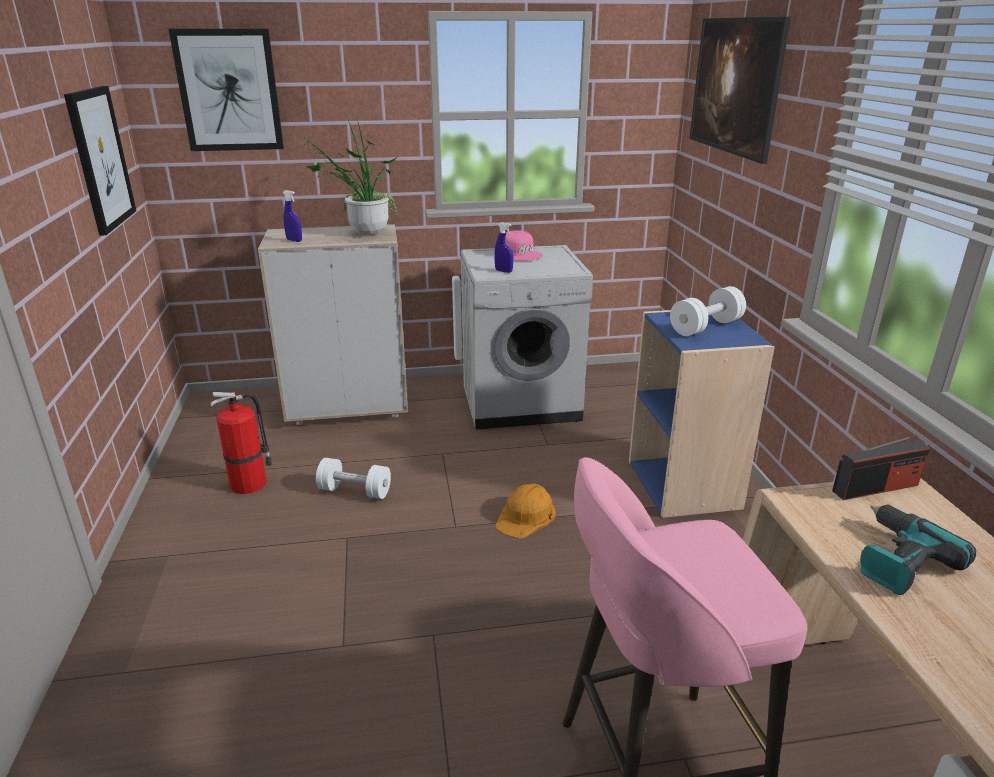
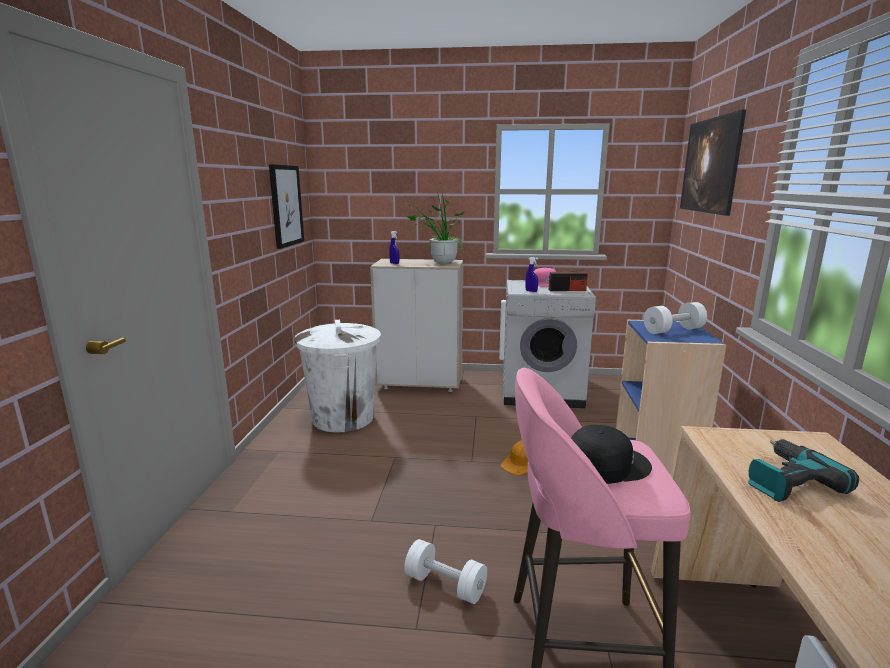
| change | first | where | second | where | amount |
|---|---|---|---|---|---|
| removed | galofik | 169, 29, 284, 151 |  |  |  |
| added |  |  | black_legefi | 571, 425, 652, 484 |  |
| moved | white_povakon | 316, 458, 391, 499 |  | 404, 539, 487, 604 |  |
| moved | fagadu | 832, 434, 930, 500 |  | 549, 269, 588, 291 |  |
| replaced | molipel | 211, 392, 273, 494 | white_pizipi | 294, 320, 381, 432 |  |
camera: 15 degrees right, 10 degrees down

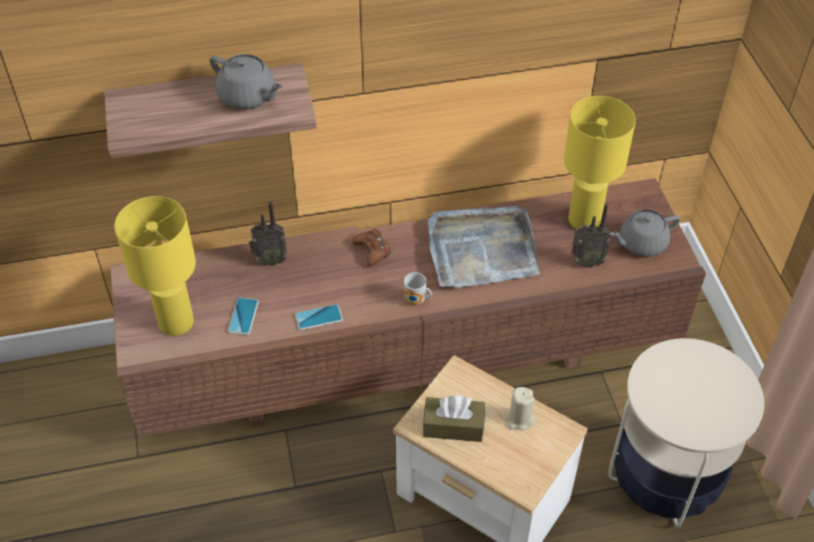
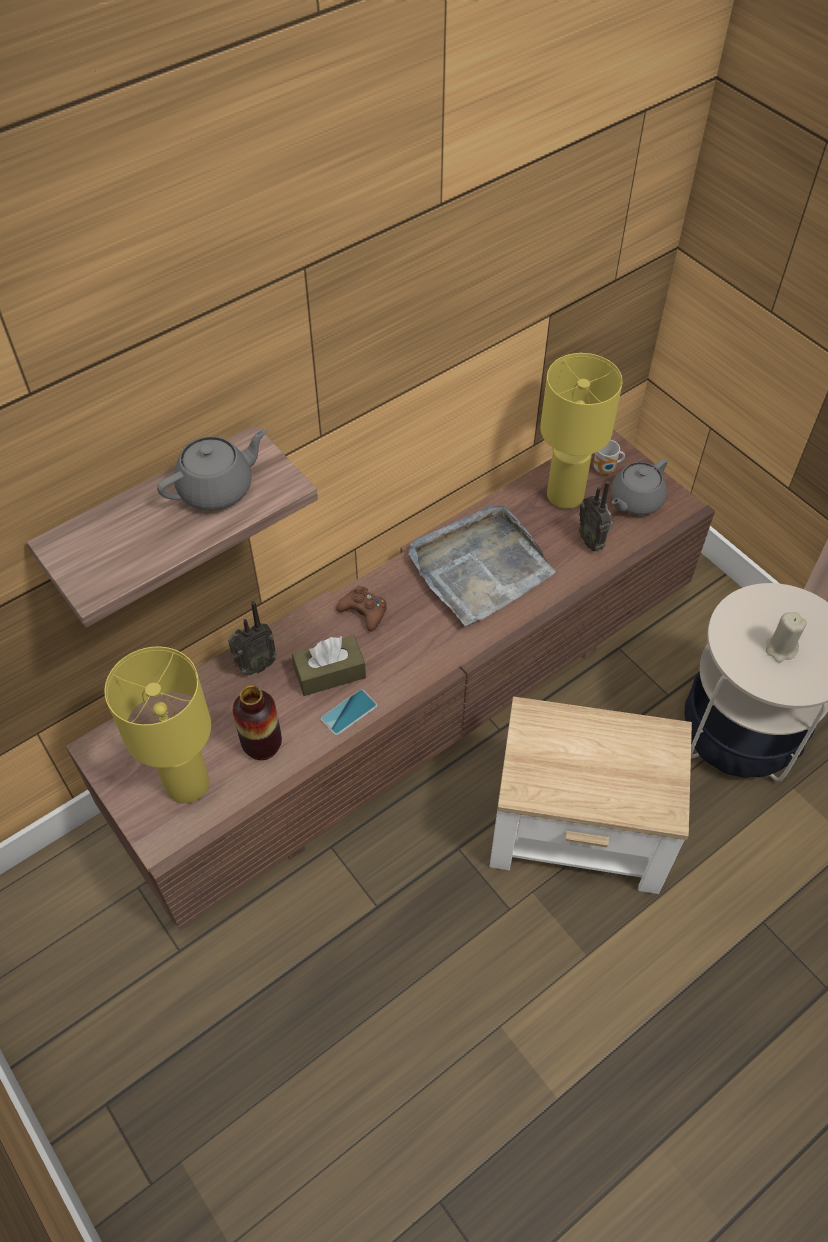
| change | first | where | second | where | amount |
|---|---|---|---|---|---|
| moved | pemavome | 404, 272, 432, 305 |  | 594, 440, 625, 474 |  |
| moved | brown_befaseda | 423, 396, 485, 442 |  | 292, 636, 366, 696 |  |
| moved | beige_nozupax | 505, 387, 535, 430 |  | 766, 612, 807, 663 |  |
| replaced | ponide | 228, 298, 259, 335 | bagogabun | 233, 685, 282, 760 |  |
| turned | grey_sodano | 210, 54, 283, 110 |  | 157, 429, 267, 510 | 45 degrees counterclockwise |
| turned | fagadu | 571, 204, 611, 268 |  | 578, 481, 614, 551 | 90 degrees clockwise |
camera: 25 degrees left, 5 degrees up

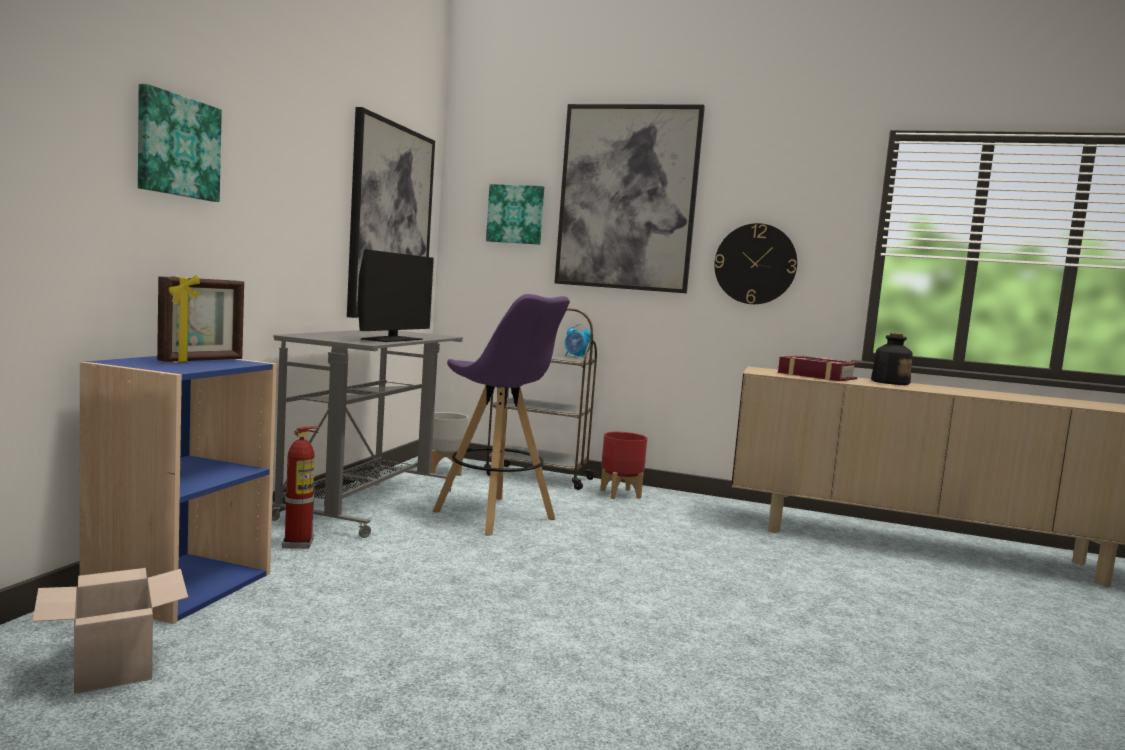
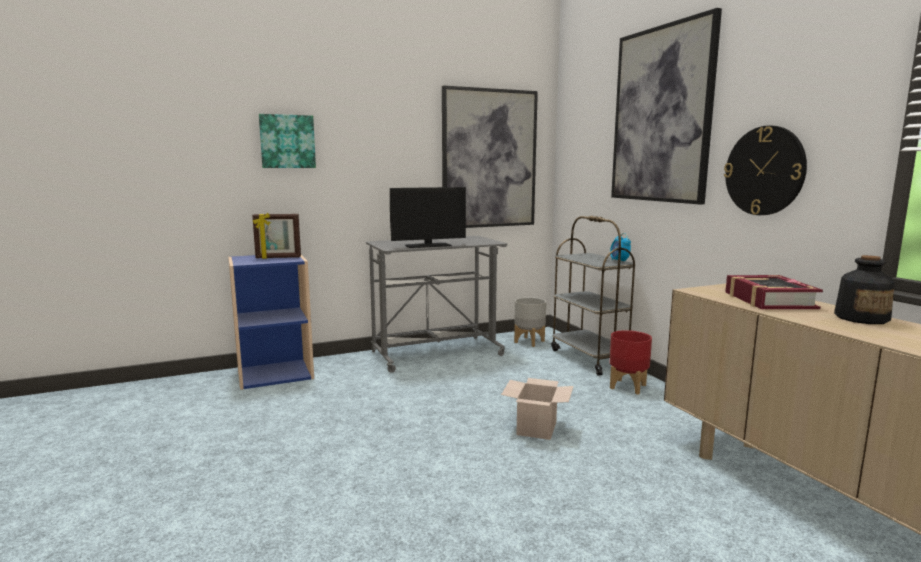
| change | first | where | second | where | amount |
|---|---|---|---|---|---|
| removed | molipel | 282, 426, 319, 549 |  |  |  |
| removed | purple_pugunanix | 433, 294, 570, 536 |  |  |  |
| removed | galofik | 486, 184, 544, 245 |  |  |  |
| moved | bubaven | 32, 568, 188, 694 |  | 501, 378, 574, 440 |  |
camera: 50 degrees right, 5 degrees up

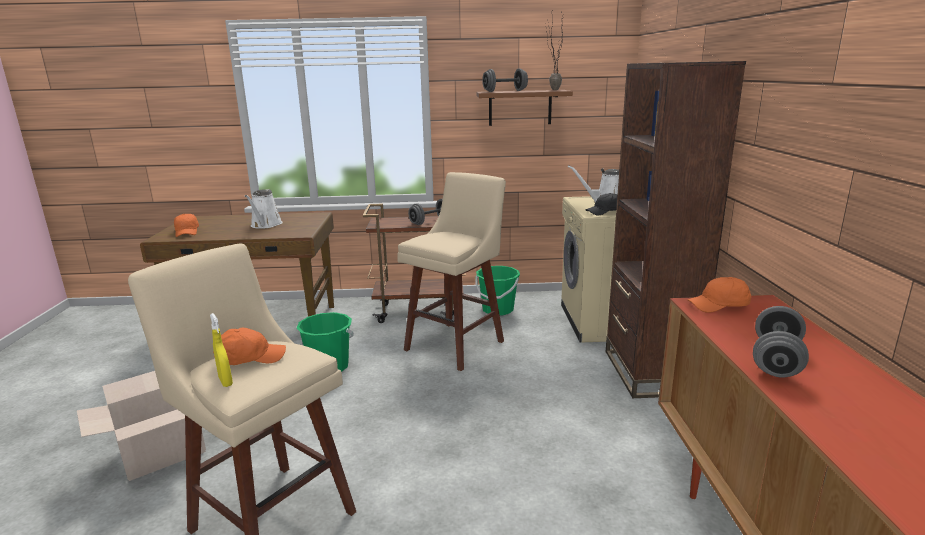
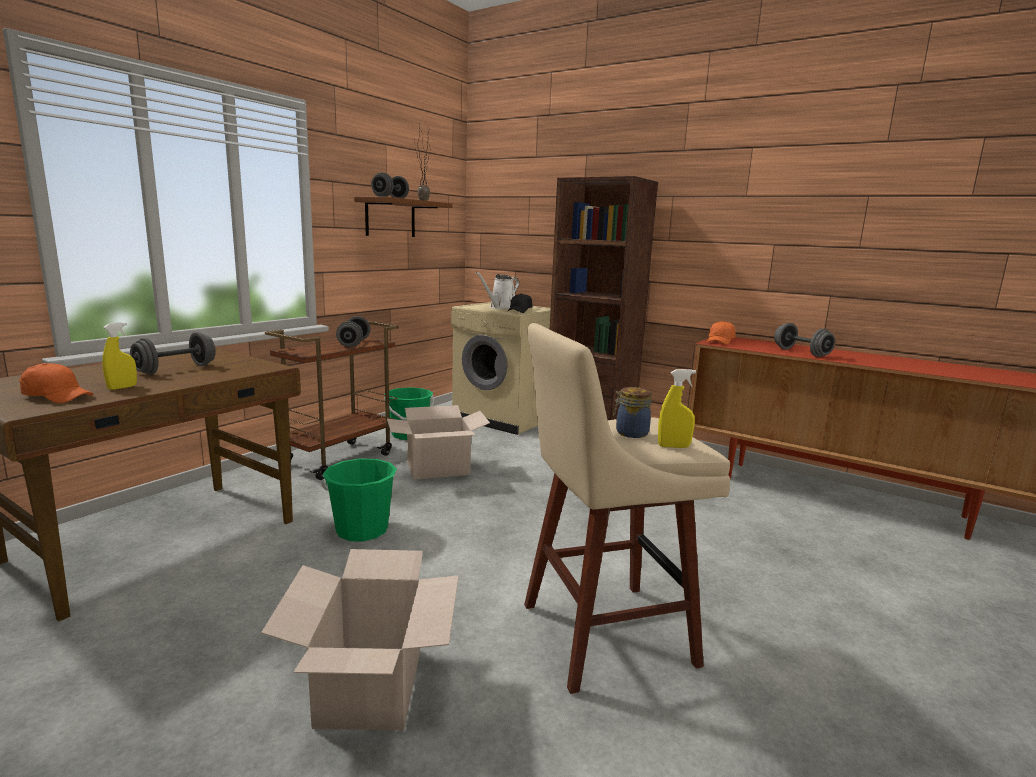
| change | first | where | second | where | amount |
|---|---|---|---|---|---|
| added |  |  | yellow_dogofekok | 102, 322, 137, 390 |  |
| replaced | orange_legefi | 213, 328, 286, 365 | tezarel | 613, 387, 652, 438 |  |
| replaced | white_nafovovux | 245, 189, 283, 229 | grey_povakon | 130, 332, 216, 374 |  |
| replaced | beige_pugunanix | 397, 172, 506, 371 | bubaven | 387, 405, 490, 480 |  |
camera: 55 degrees left, 5 degrees down

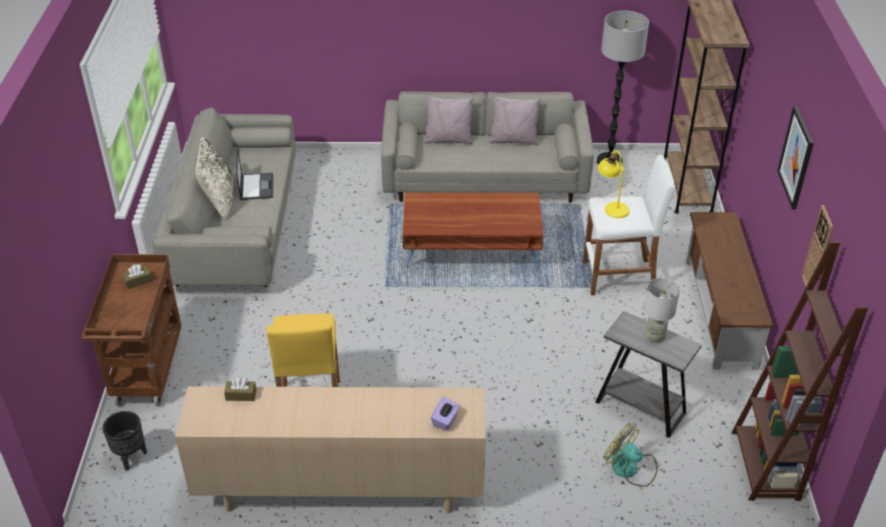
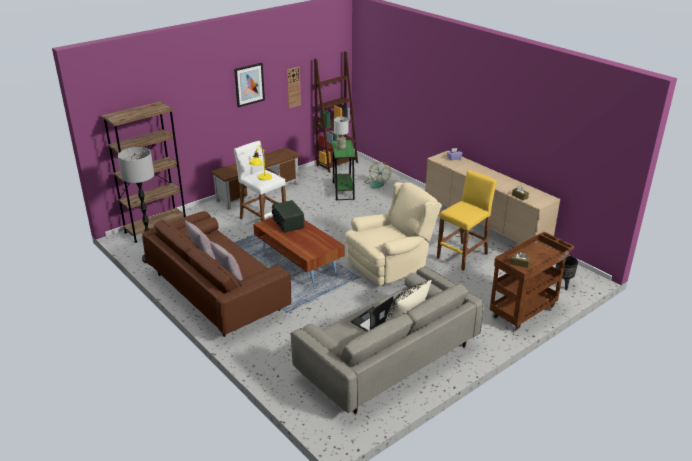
| change | first | where | second | where | amount |
|---|---|---|---|---|---|
| added |  |  | fagadu | 272, 200, 304, 233 |  |
| added |  |  | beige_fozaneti | 345, 182, 442, 286 |  |
| recoloured | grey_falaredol | 381, 91, 594, 203 | brown_falaredol | 142, 211, 291, 337 |  |
| recoloured | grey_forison | 596, 311, 702, 438 | green_forison | 332, 140, 356, 200 |  |
camera: 130 degrees left, 10 degrees down

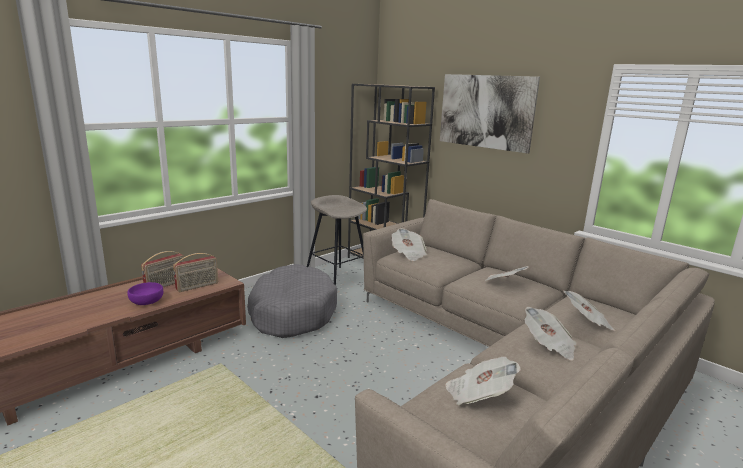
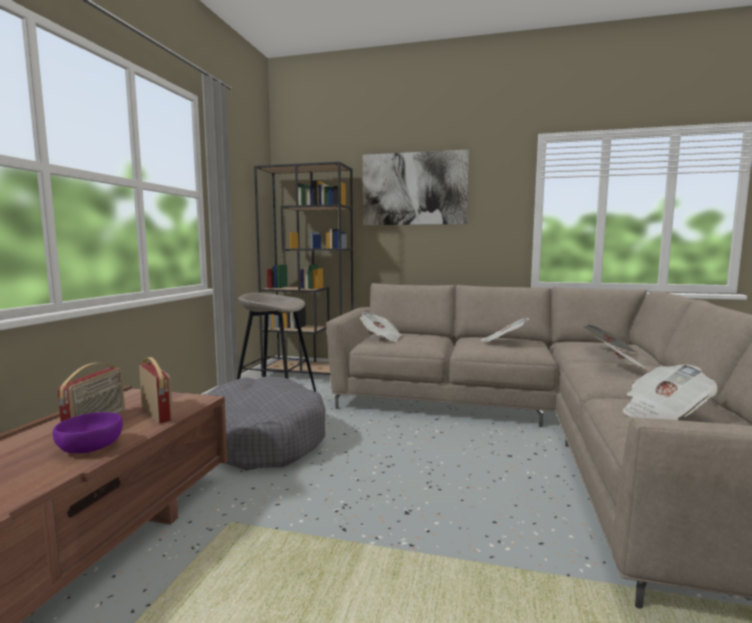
| change | first | where | second | where | amount |
|---|---|---|---|---|---|
| turned | fagadu | 173, 253, 218, 292 |  | 139, 357, 173, 424 | 60 degrees counterclockwise |
camera: 30 degrees left, 10 degrees down

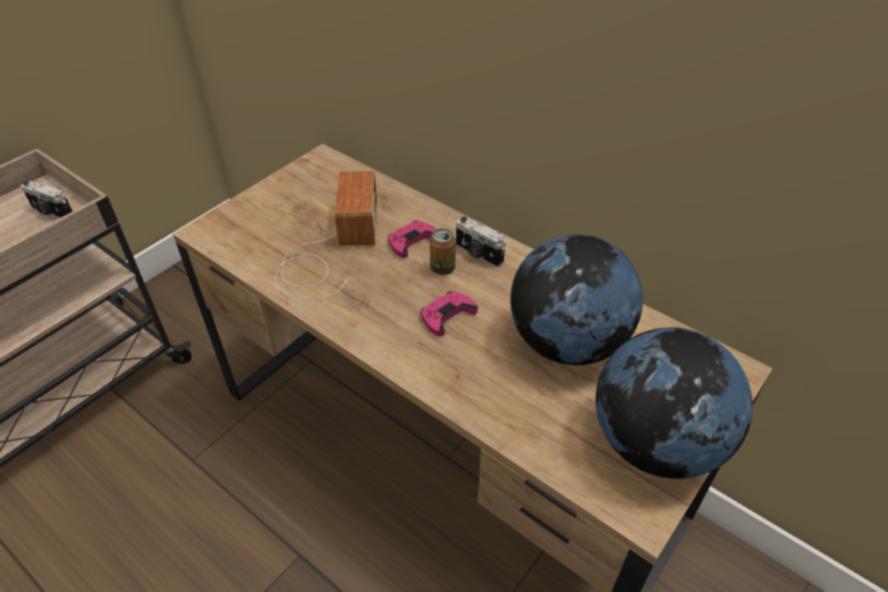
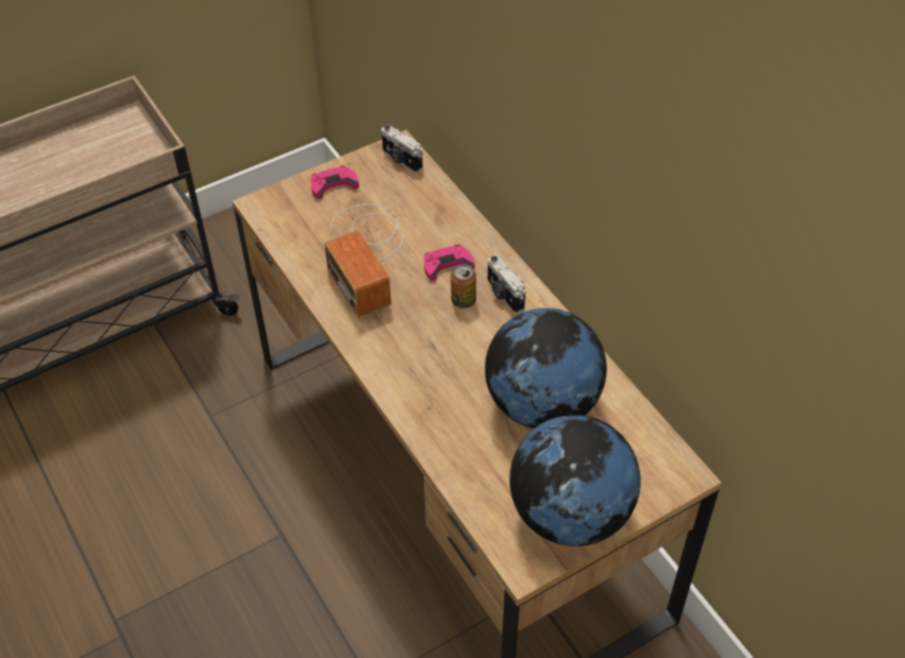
| change | first | where | second | where | amount |
|---|---|---|---|---|---|
| moved | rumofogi | 21, 180, 73, 218 |  | 381, 125, 423, 173 |  |
| moved | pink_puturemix | 420, 291, 478, 336 |  | 311, 166, 359, 199 |  |
| turned | fagadu | 275, 171, 377, 300 |  | 324, 204, 403, 317 | 135 degrees clockwise |
camera: 20 degrees right, 5 degrees up

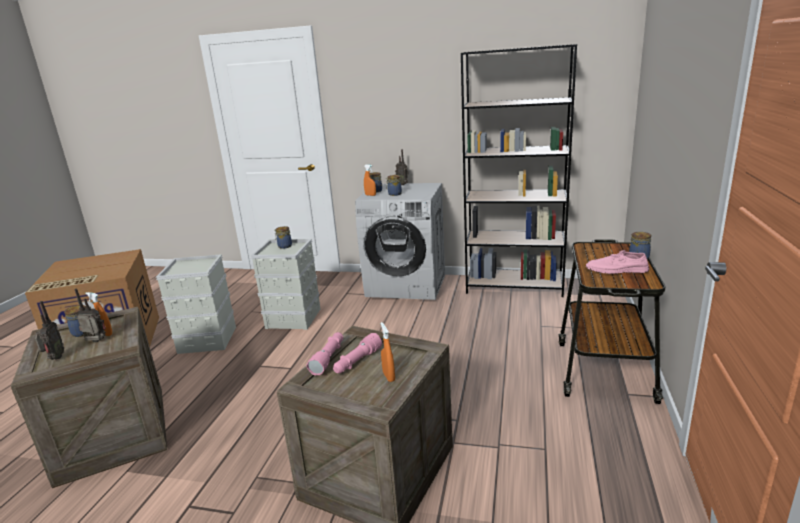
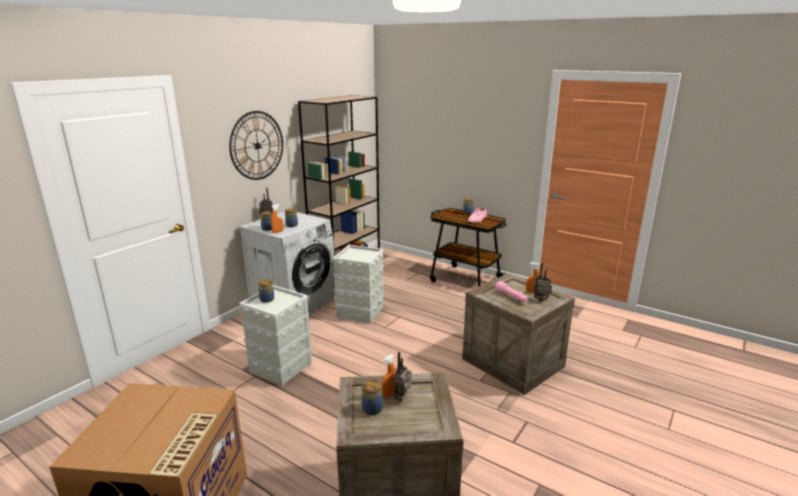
| change | first | where | second | where | amount |
|---|---|---|---|---|---|
| removed | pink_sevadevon | 307, 332, 343, 376 |  |  |  |
| added |  |  | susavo | 229, 111, 283, 180 |  |
| moved | fagadu | 35, 301, 64, 360 |  | 534, 262, 552, 301 |  |
| moved | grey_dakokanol | 156, 254, 236, 354 |  | 333, 245, 384, 324 |  |
camera: 70 degrees left, 0 degrees up

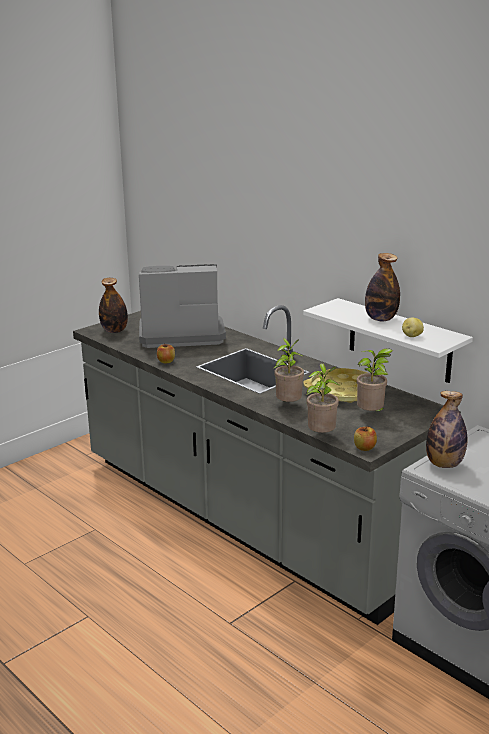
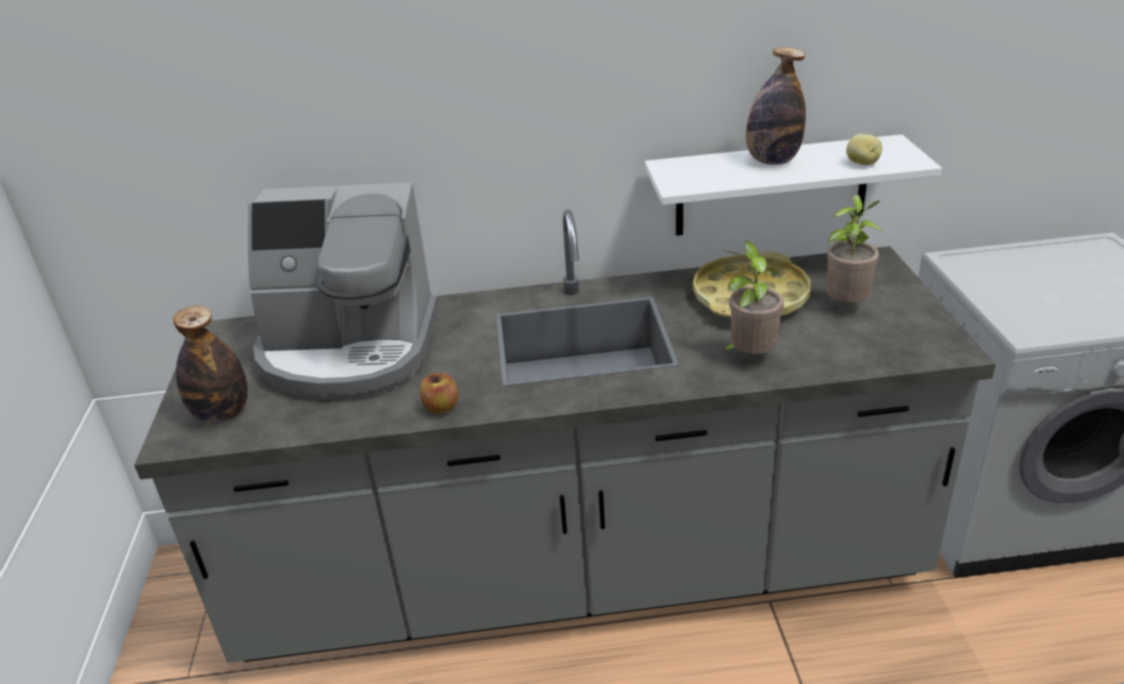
| change | first | where | second | where | amount |
|---|---|---|---|---|---|
| removed | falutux | 306, 363, 340, 433 |  |  |  |
| removed | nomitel | 354, 426, 377, 451 |  |  |  |
| removed | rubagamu | 426, 391, 467, 468 |  |  |  |
| turned | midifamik | 139, 264, 226, 348 |  | 248, 182, 438, 400 | 120 degrees counterclockwise |
camera: 50 degrees left, 10 degrees up

